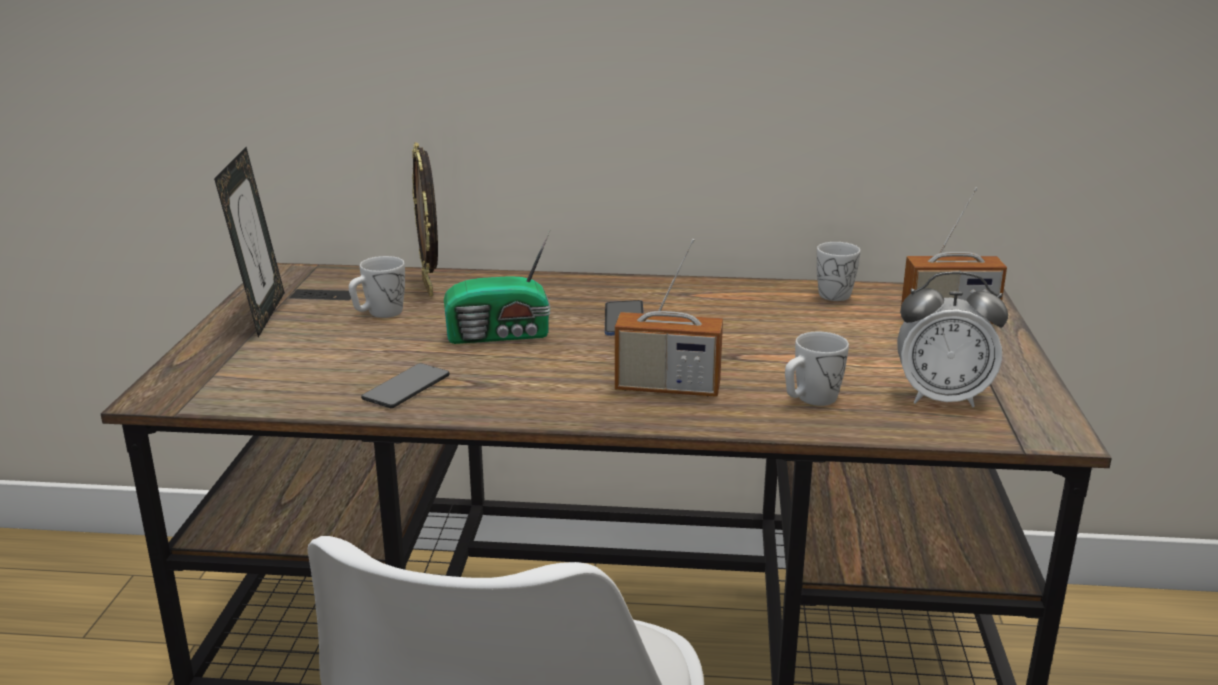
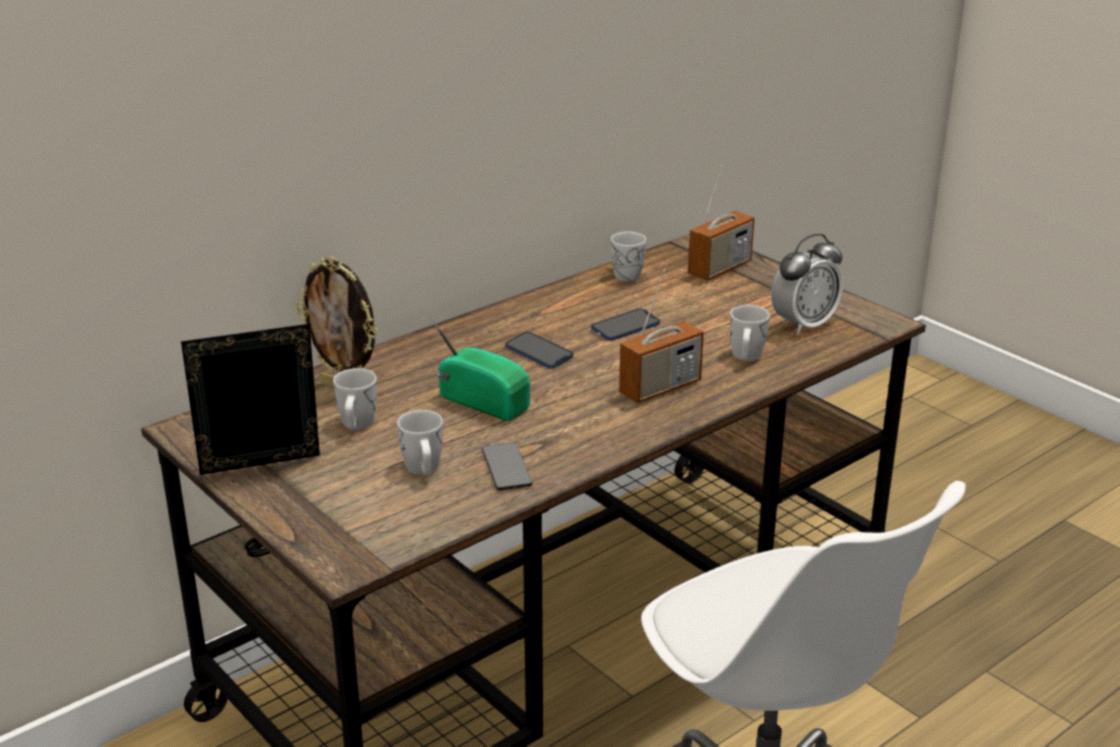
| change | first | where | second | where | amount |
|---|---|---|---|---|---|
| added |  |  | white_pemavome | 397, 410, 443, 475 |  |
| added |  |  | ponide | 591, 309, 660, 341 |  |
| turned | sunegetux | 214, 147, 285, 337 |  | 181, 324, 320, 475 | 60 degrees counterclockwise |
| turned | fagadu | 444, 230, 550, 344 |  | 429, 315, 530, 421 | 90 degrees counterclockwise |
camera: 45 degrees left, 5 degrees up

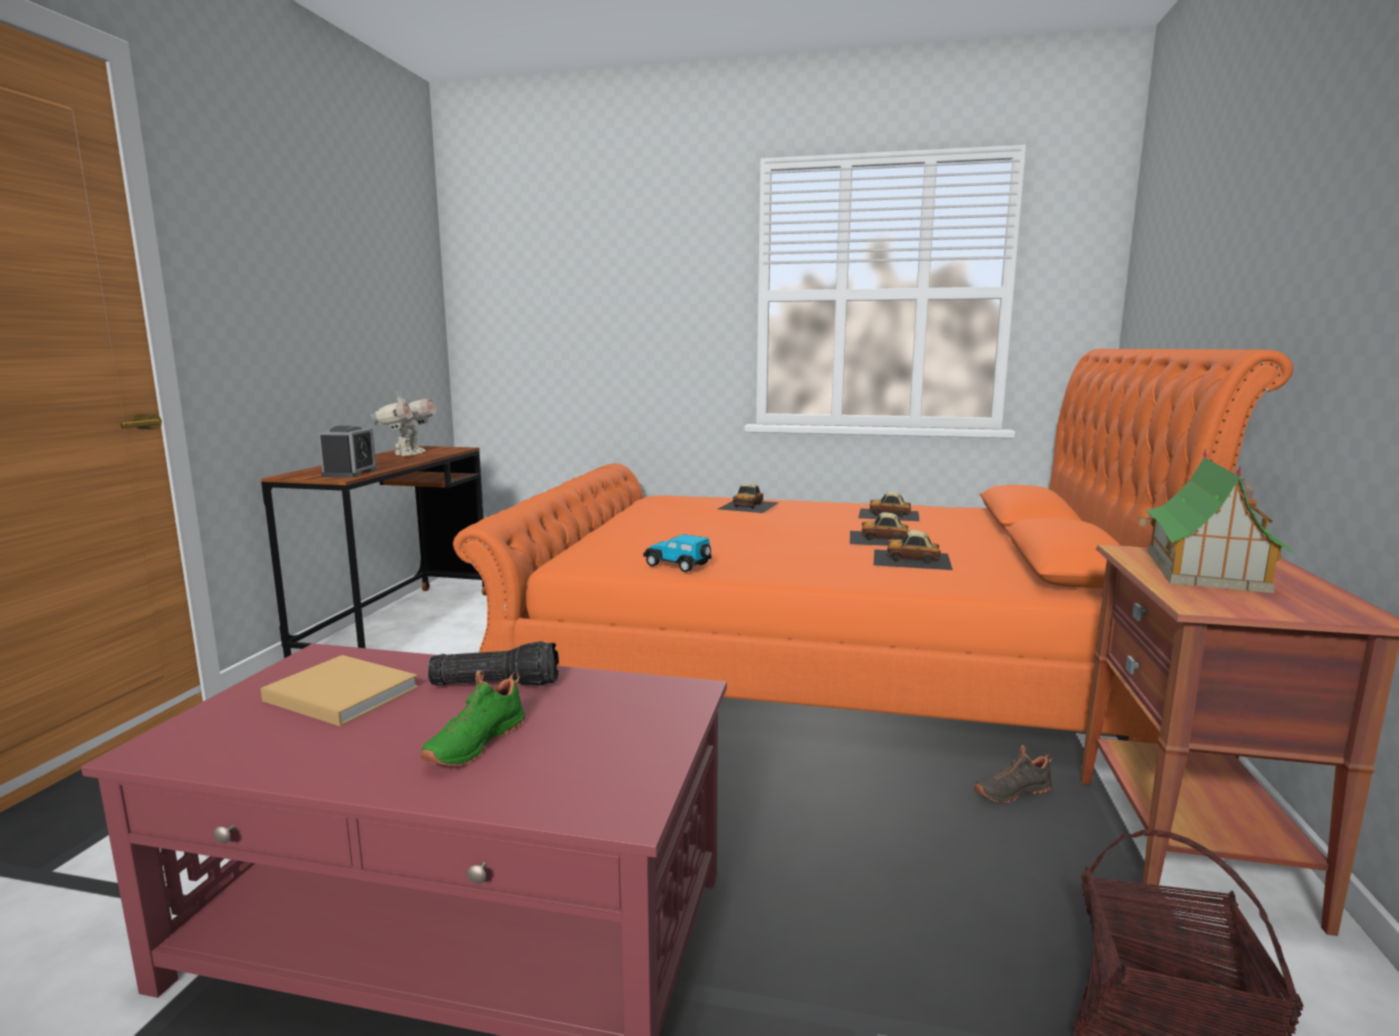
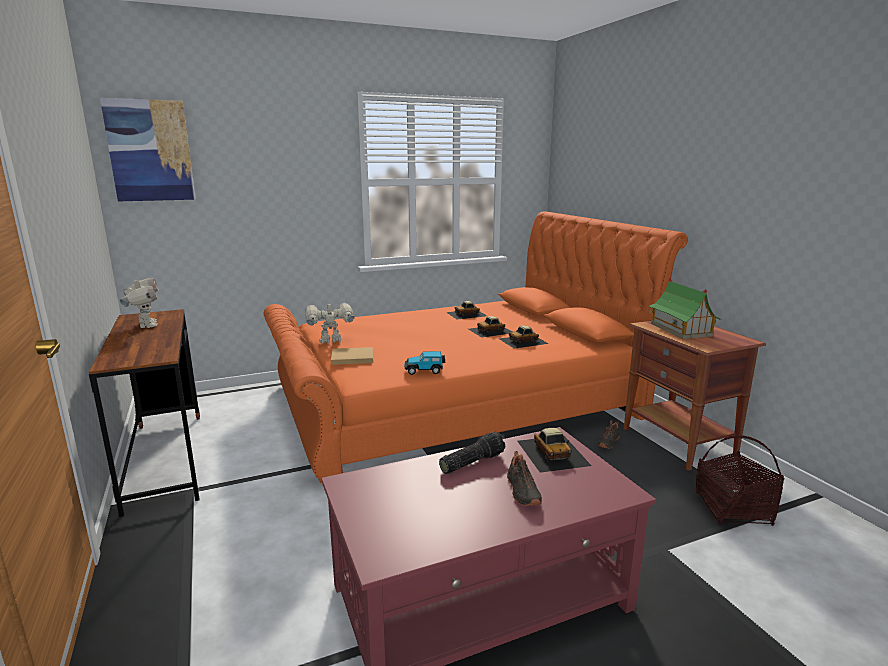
| change | first | where | second | where | amount |
|---|---|---|---|---|---|
| removed | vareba | 318, 426, 377, 478 |  |  |  |
| added |  |  | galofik | 100, 98, 196, 201 |  |
| added |  |  | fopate | 305, 300, 355, 344 |  |
| moved | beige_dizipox | 260, 655, 418, 726 |  | 331, 347, 373, 365 |  |
| moved | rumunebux | 718, 484, 780, 513 |  | 517, 428, 591, 473 |  |
| recoloured | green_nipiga | 421, 670, 525, 766 | black_nipiga | 507, 451, 542, 506 |  |
camera: 35 degrees left, 5 degrees up

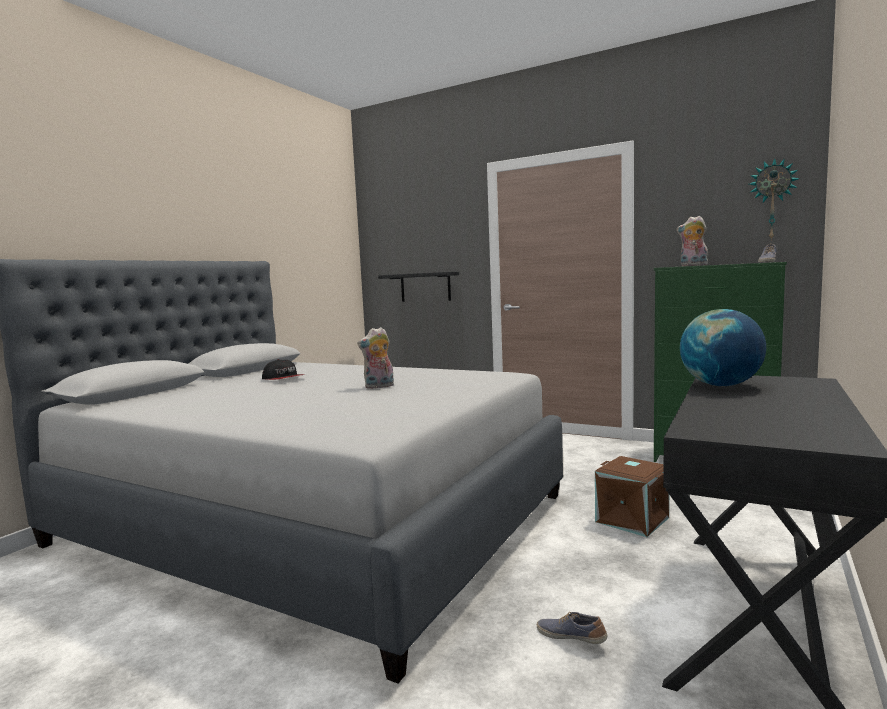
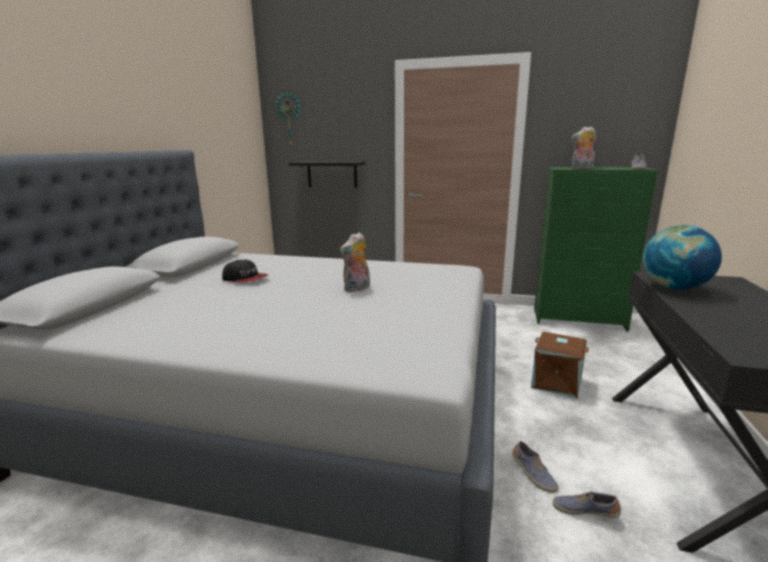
| change | first | where | second | where | amount |
|---|---|---|---|---|---|
| added |  |  | nipiga | 512, 441, 559, 493 |  |
| moved | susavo | 749, 158, 800, 241 |  | 275, 92, 302, 146 |  |
camera: 15 degrees left, 10 degrees up

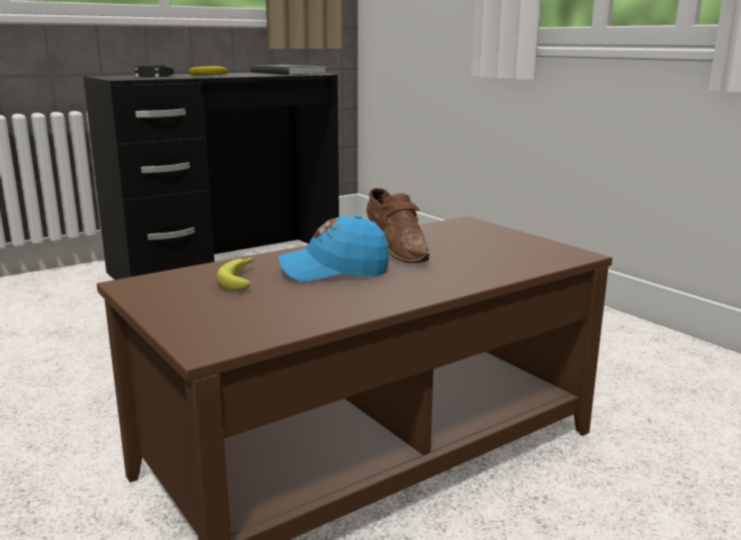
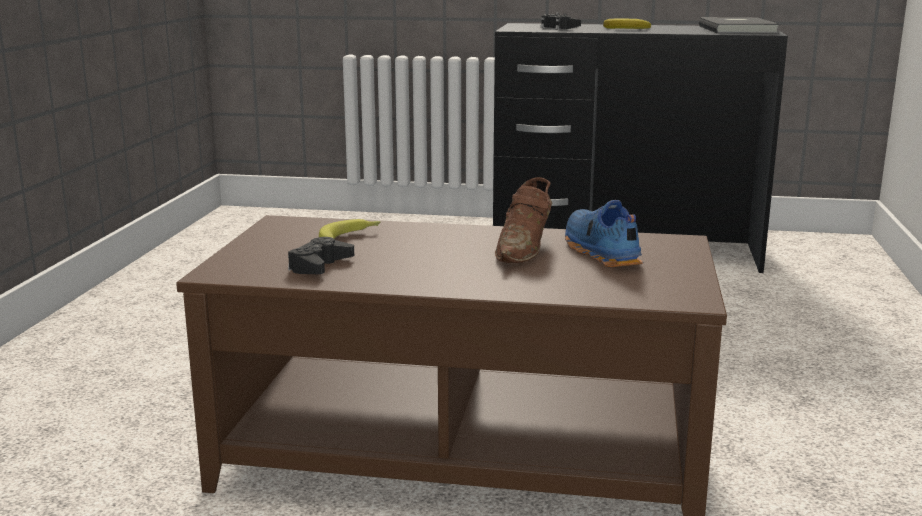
| change | first | where | second | where | amount |
|---|---|---|---|---|---|
| removed | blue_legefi | 278, 215, 389, 282 |  |  |  |
| added |  |  | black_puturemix | 288, 237, 354, 274 |  |
| added |  |  | blue_nipiga | 565, 200, 643, 267 |  |
camera: 45 degrees right, 0 degrees up

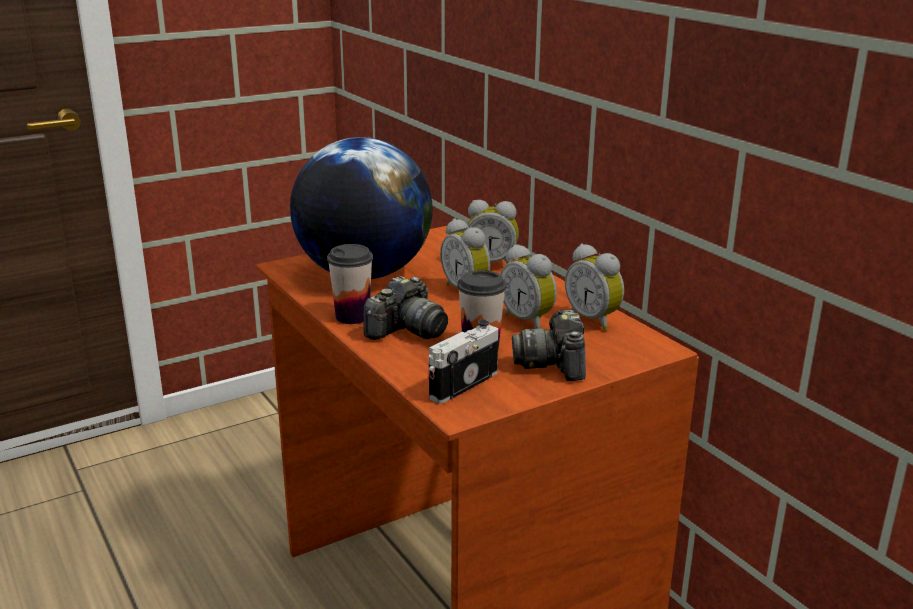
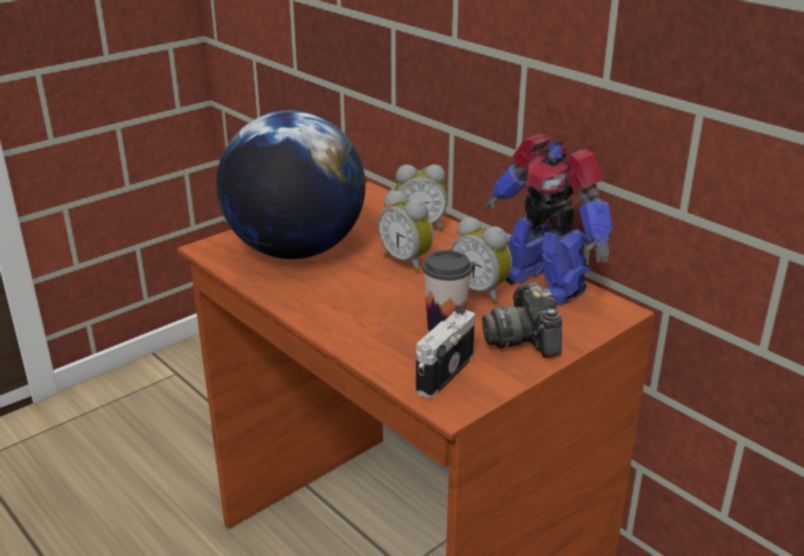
| change | first | where | second | where | amount |
|---|---|---|---|---|---|
| removed | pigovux | 327, 244, 373, 324 |  |  |  |
| removed | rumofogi | 363, 276, 448, 340 |  |  |  |
| replaced | vareba | 565, 244, 624, 331 | fopate | 485, 134, 613, 306 |  |
camera: 10 degrees left, 5 degrees up

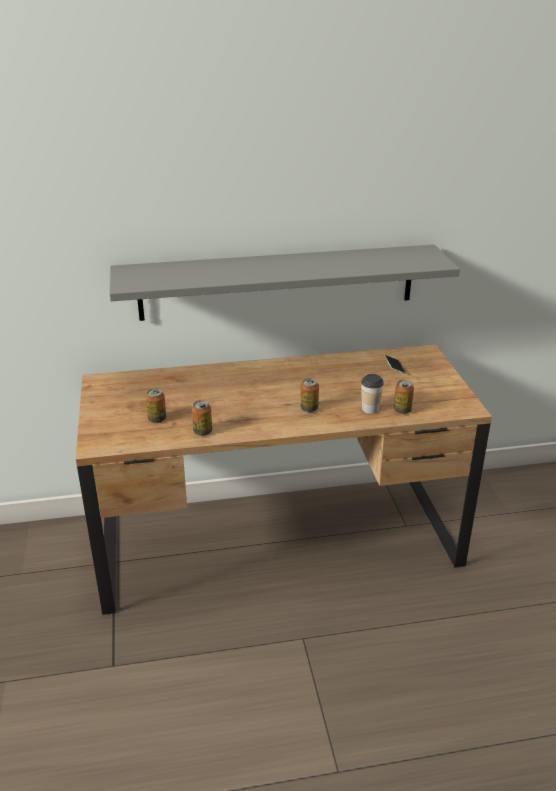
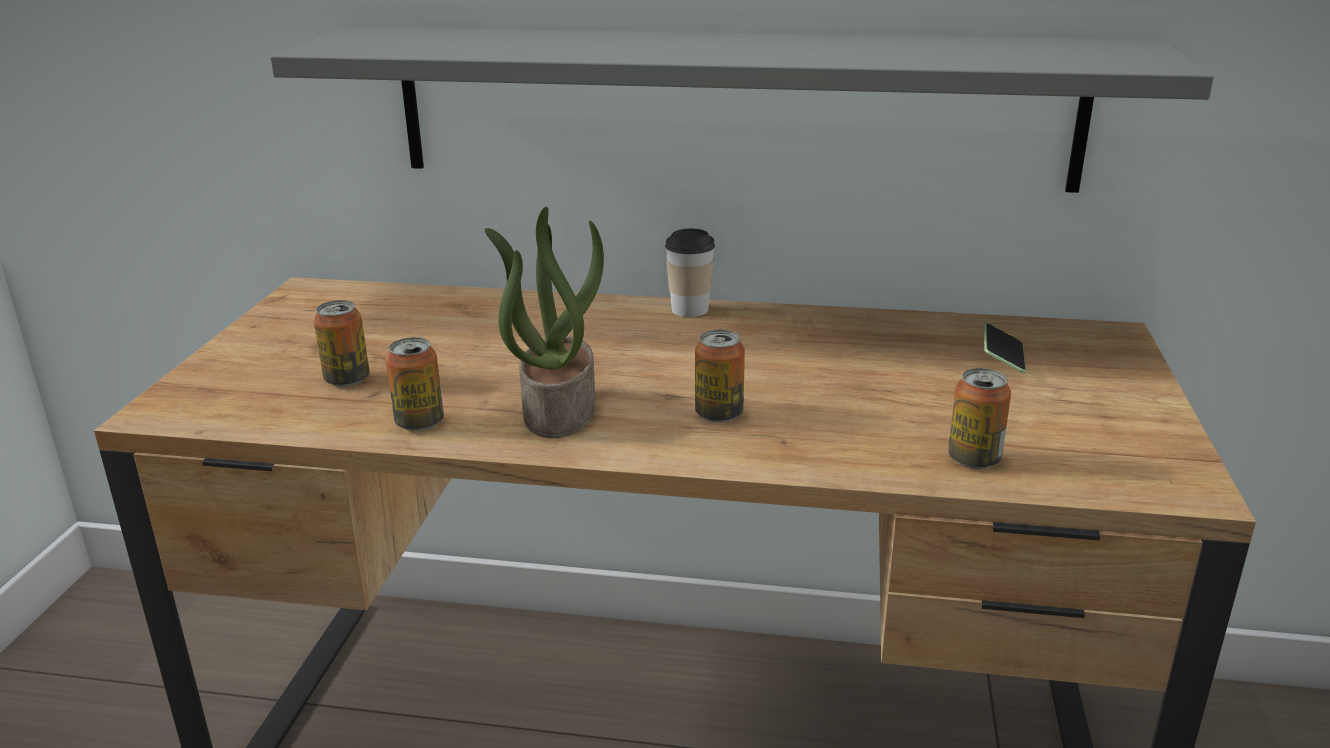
| change | first | where | second | where | amount |
|---|---|---|---|---|---|
| added |  |  | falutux | 485, 207, 604, 438 |  |
| moved | pigovux | 361, 374, 384, 414 |  | 665, 229, 715, 317 |  |
camera: 20 degrees right, 5 degrees down

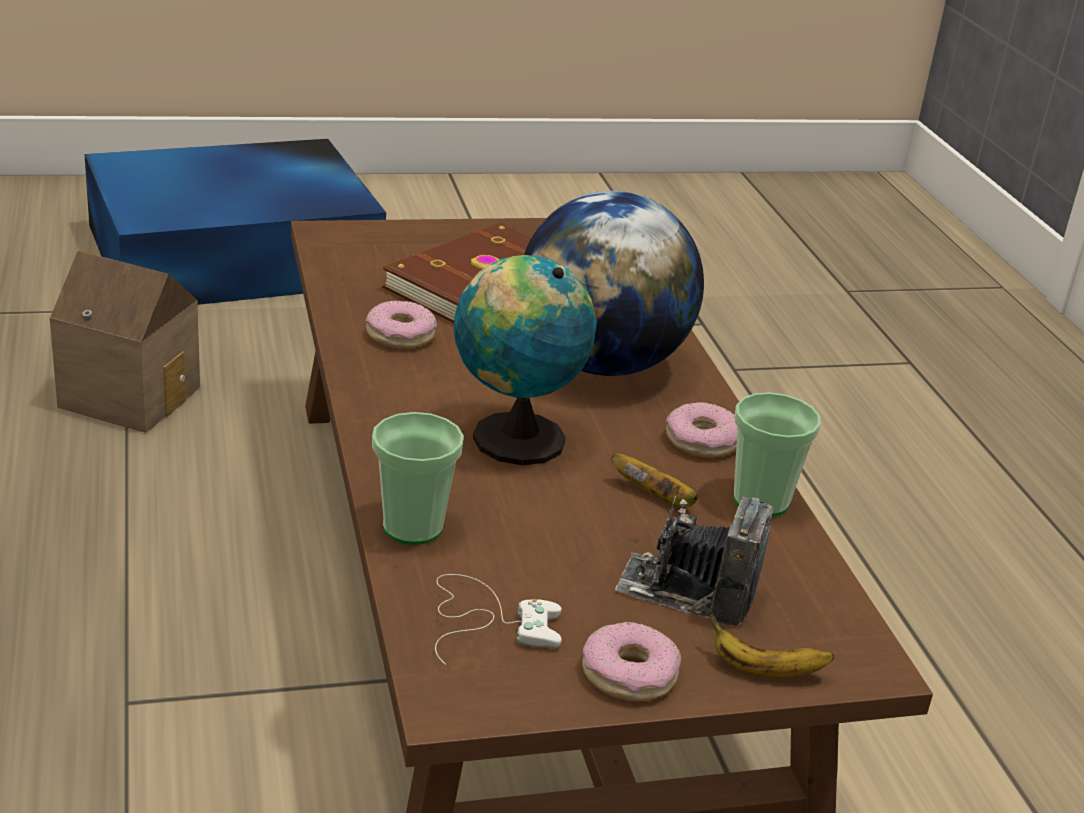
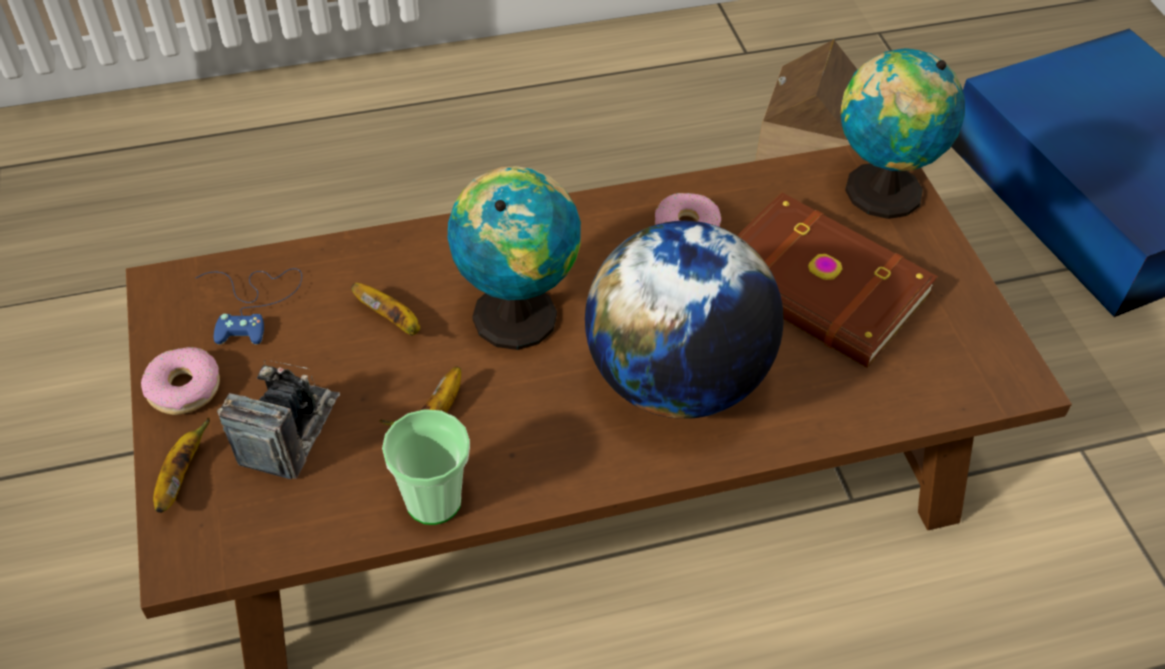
| change | first | where | second | where | amount |
|---|---|---|---|---|---|
| removed | pigovux | 372, 412, 464, 545 |  |  |  |
| removed | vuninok | 666, 402, 738, 458 |  |  |  |
| added |  |  | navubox | 351, 283, 420, 336 |  |
| added |  |  | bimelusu | 841, 48, 965, 219 |  |
| recoloured | white_puturemix | 435, 574, 562, 665 | blue_puturemix | 196, 268, 302, 345 |  |
camera: 90 degrees right, 20 degrees up

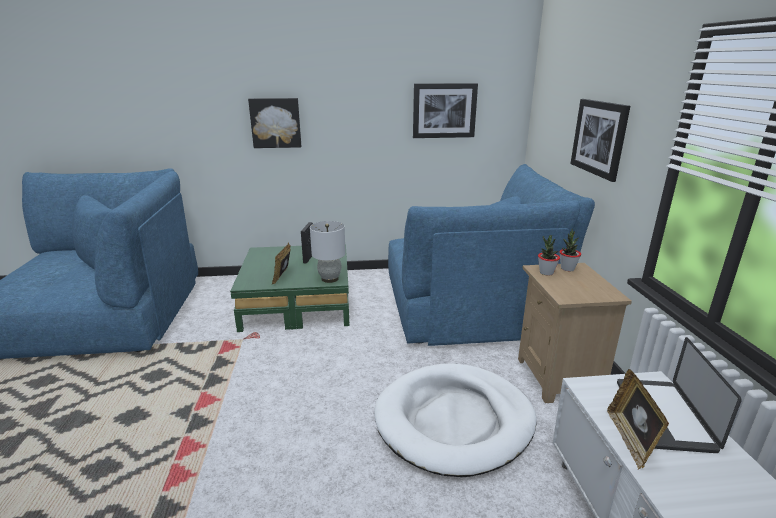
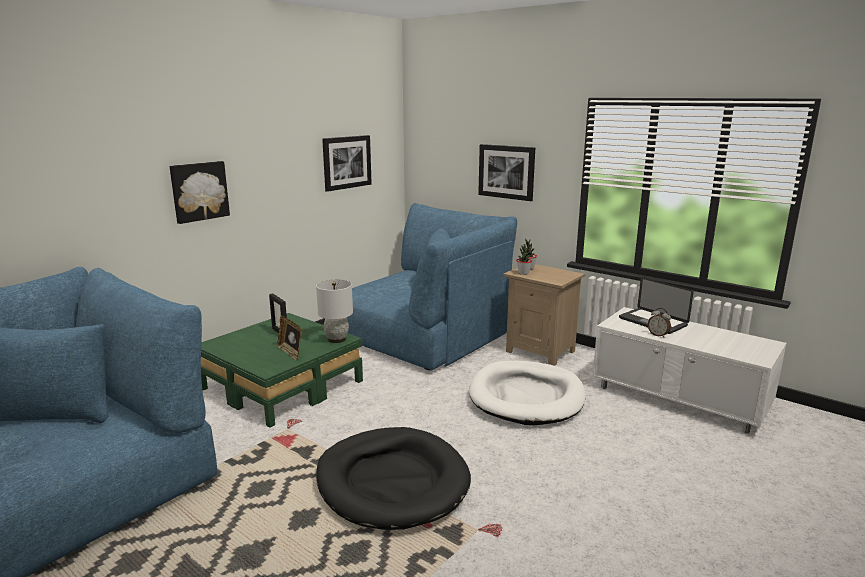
| change | first | where | second | where | amount |
|---|---|---|---|---|---|
| added |  |  | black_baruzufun | 316, 427, 471, 530 |  |
| replaced | sunegetux | 607, 369, 669, 470 | vareba | 648, 308, 671, 338 |  |
camera: 45 degrees left, 5 degrees down

